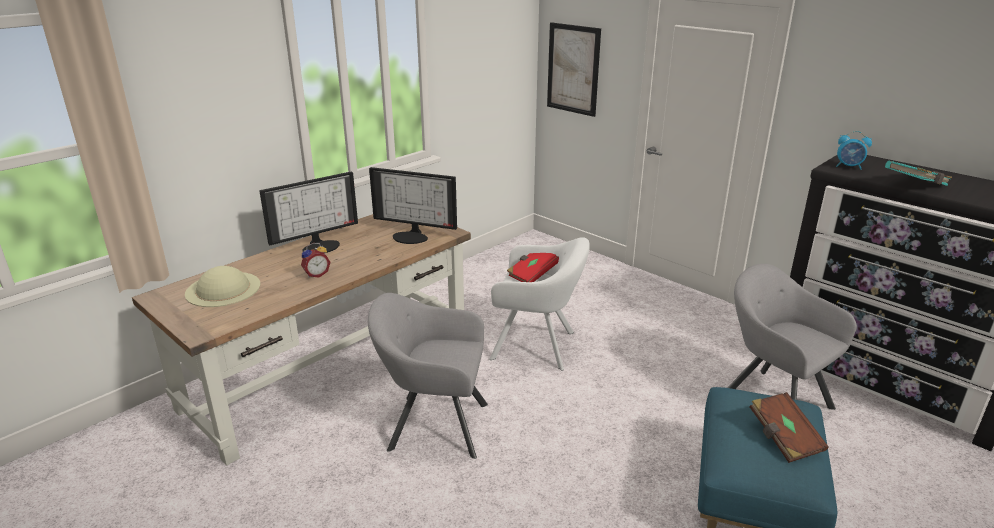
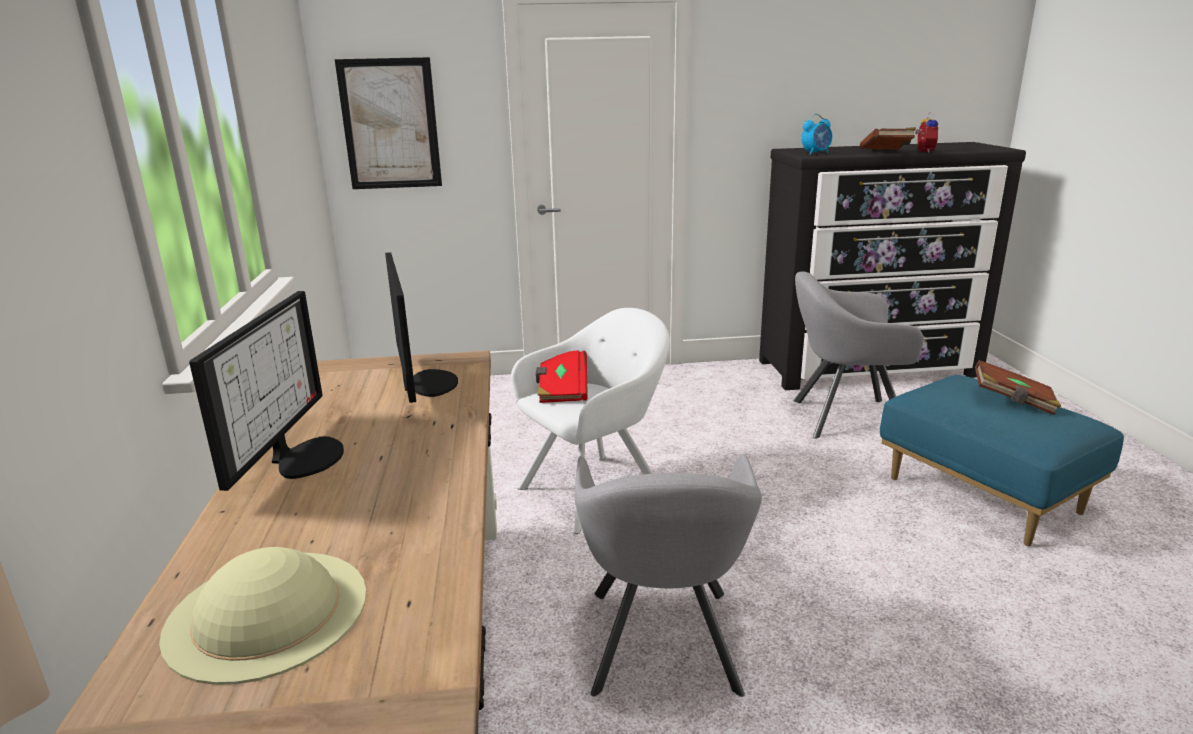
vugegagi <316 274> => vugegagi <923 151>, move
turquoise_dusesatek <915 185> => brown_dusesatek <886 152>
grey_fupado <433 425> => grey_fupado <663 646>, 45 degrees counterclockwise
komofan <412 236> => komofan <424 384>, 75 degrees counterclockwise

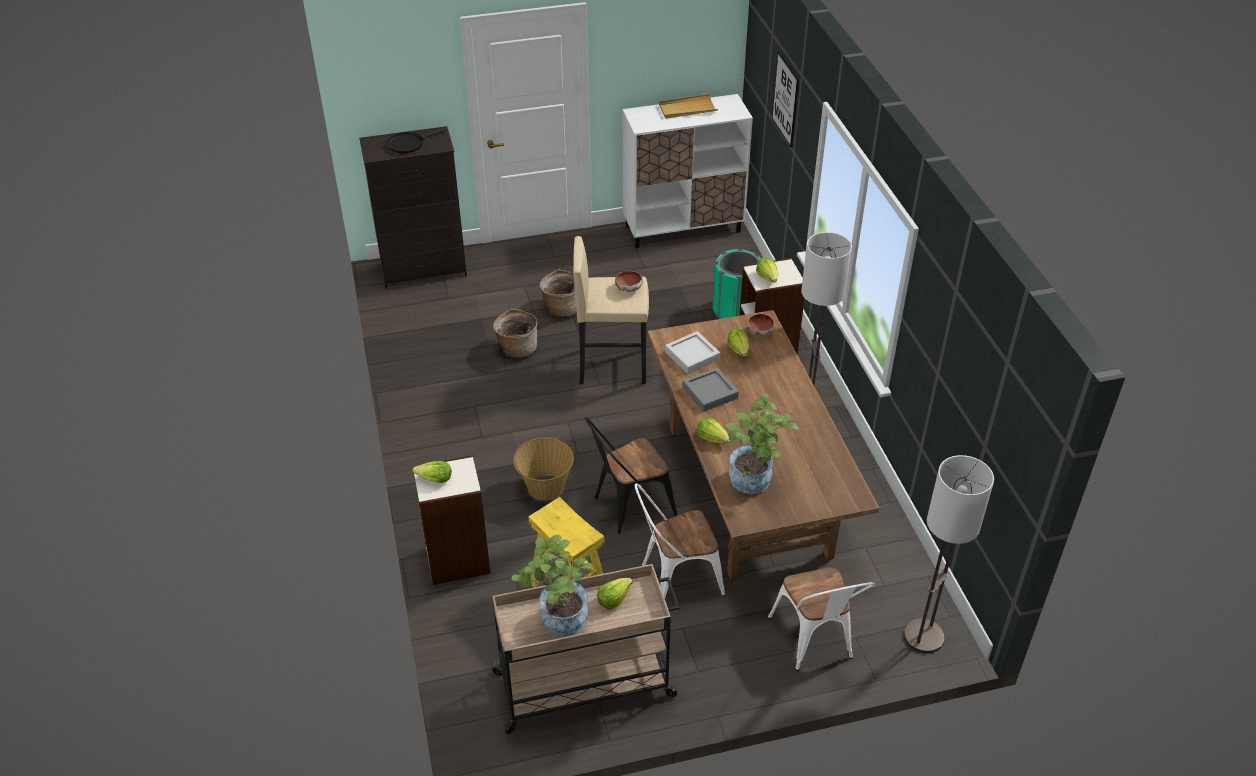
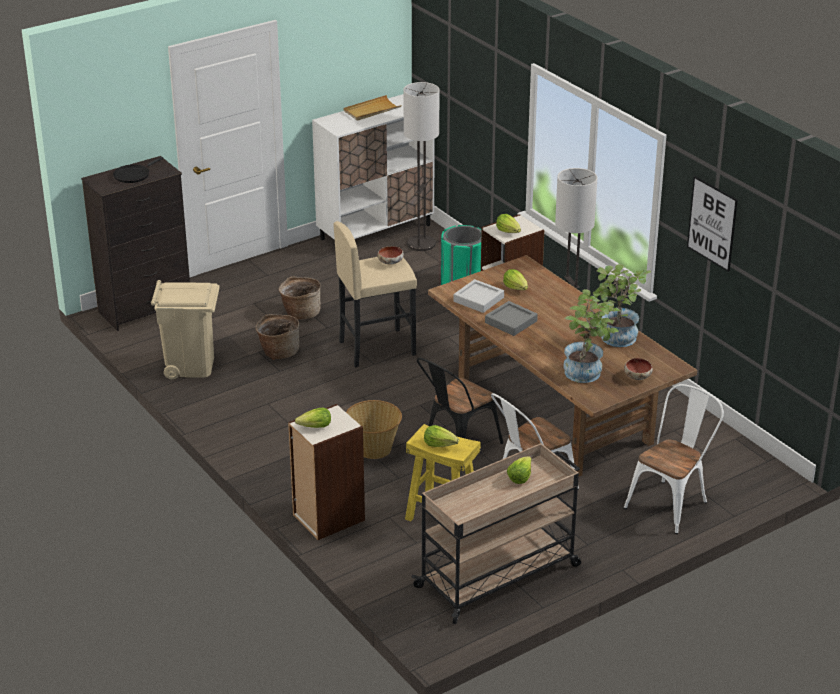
nothing => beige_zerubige <191 365>
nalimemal <558 621> => nalimemal <615 340>, move
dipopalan <712 438> => dipopalan <440 444>, move
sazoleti <759 332> => sazoleti <637 376>, move
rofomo <785 99> => rofomo <712 223>, move
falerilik <923 637> => falerilik <421 244>, move
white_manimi <814 642> => white_manimi <671 503>, 105 degrees counterclockwise

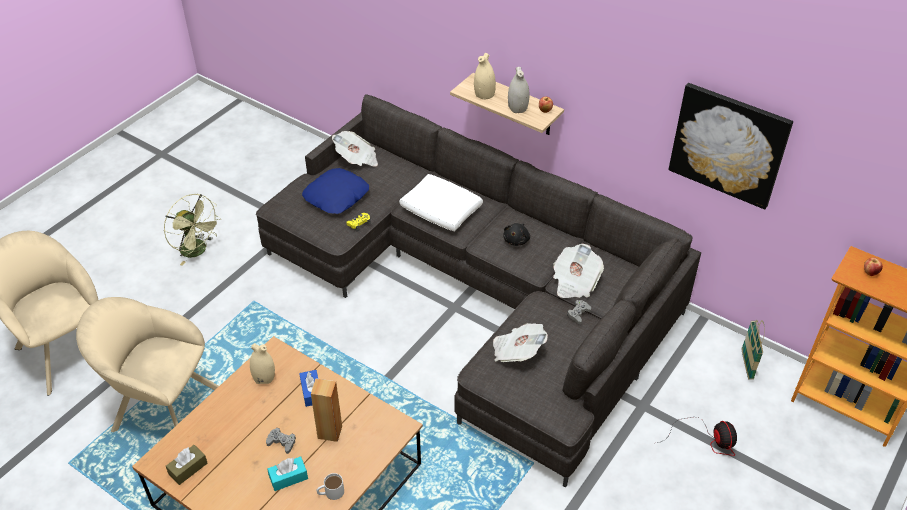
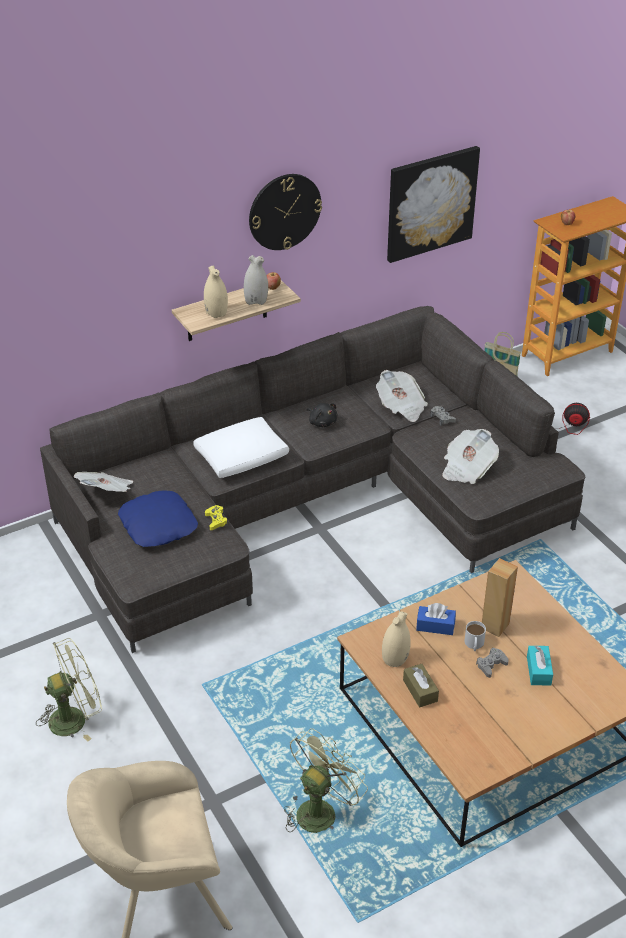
nothing => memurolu <284 211>
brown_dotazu <188 468> => brown_dotazu <420 690>, move
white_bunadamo <330 492> => white_bunadamo <474 644>, move
beige_fupado <162 408> => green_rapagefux <320 809>

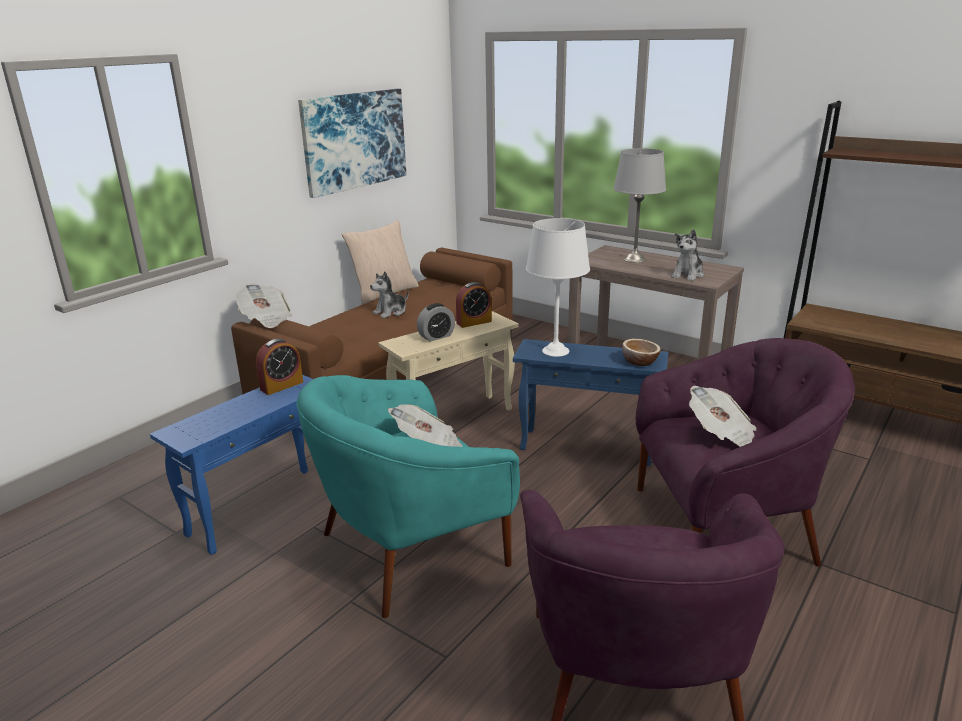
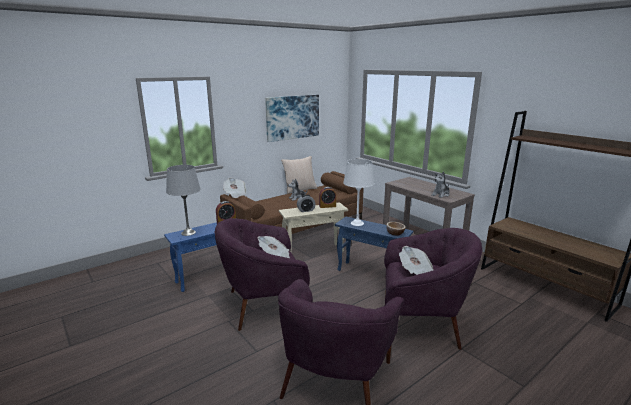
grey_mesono <634 259> => grey_mesono <188 233>, move
turquoise_fupado <411 548> => purple_fupado <265 304>

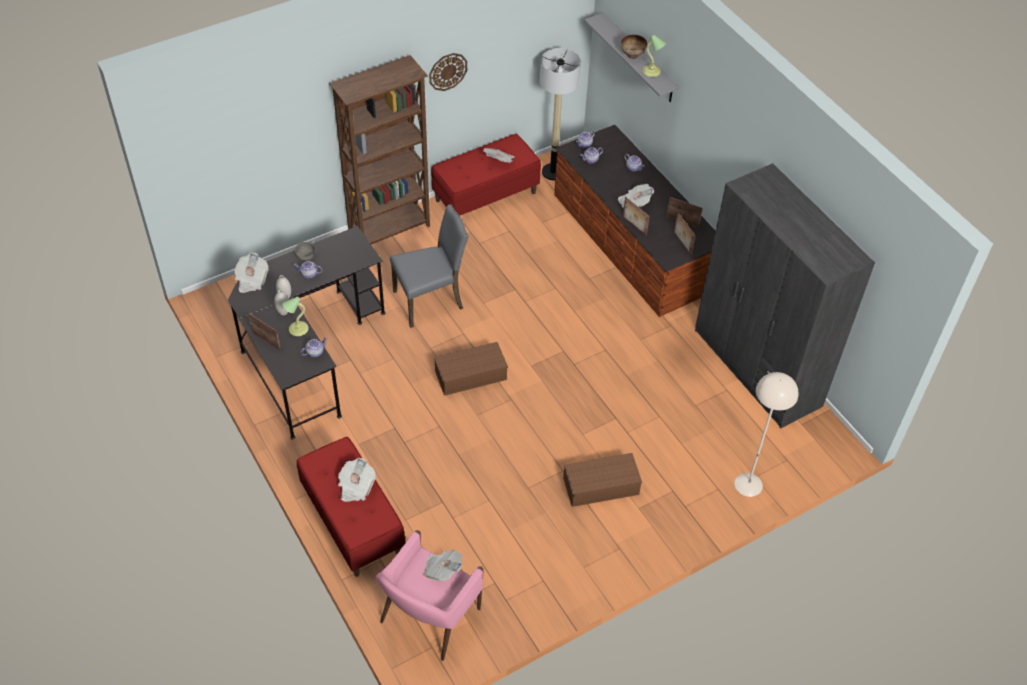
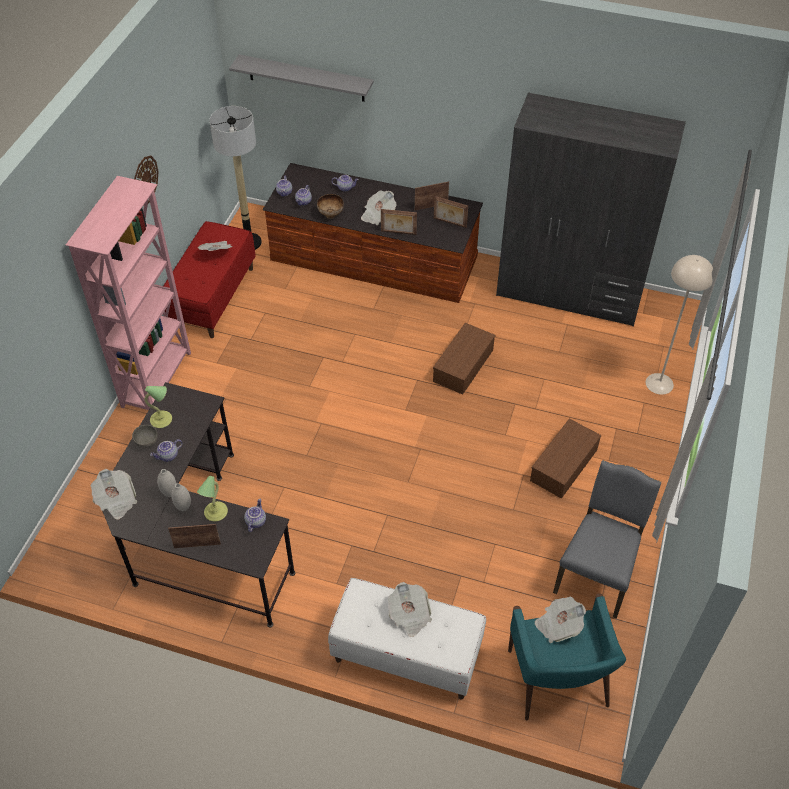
grey_manimi <430 300> => grey_manimi <597 574>, move
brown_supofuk <471 374> => brown_supofuk <463 364>, move
sazoleti <632 55> => sazoleti <331 215>, move
mesono <652 72> => mesono <162 420>, move
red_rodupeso <352 521> => white_rodupeso <406 655>
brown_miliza <390 230> => pink_miliza <158 379>
pink_fupado <429 617> => turquoise_fupado <558 680>

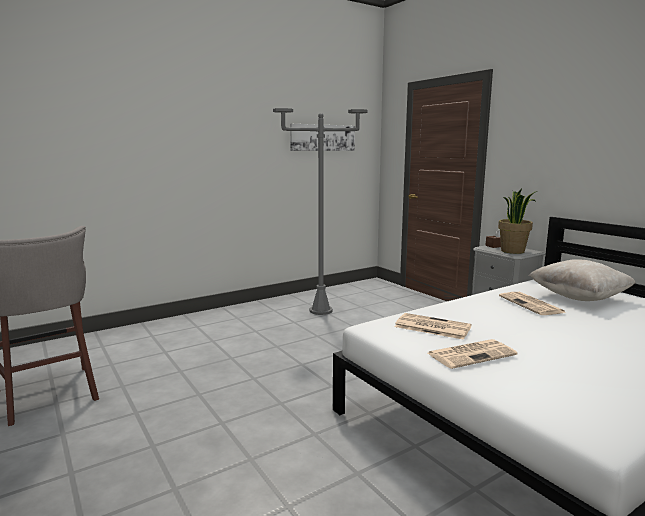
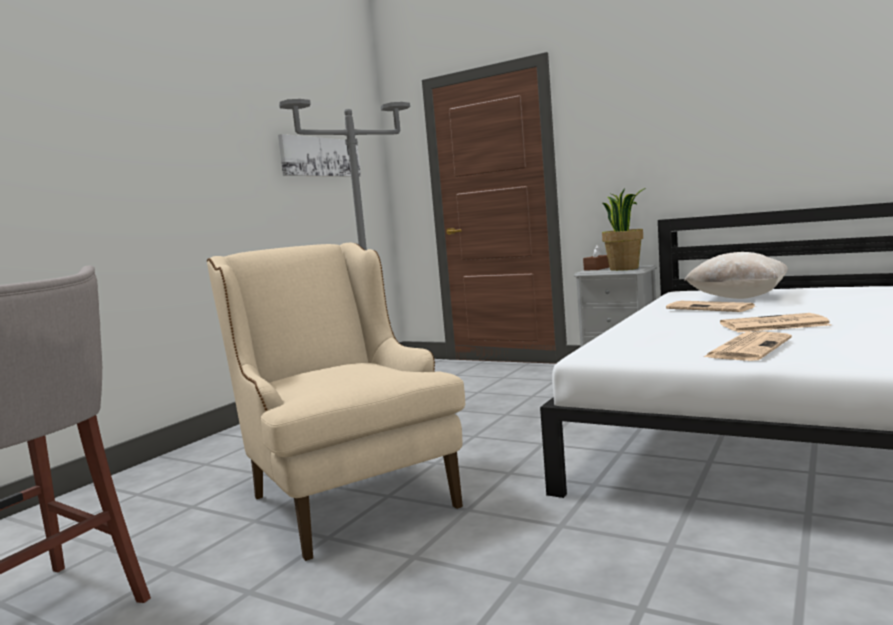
nothing => beige_fupado <344 493>
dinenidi <431 327> => dinenidi <772 325>, move

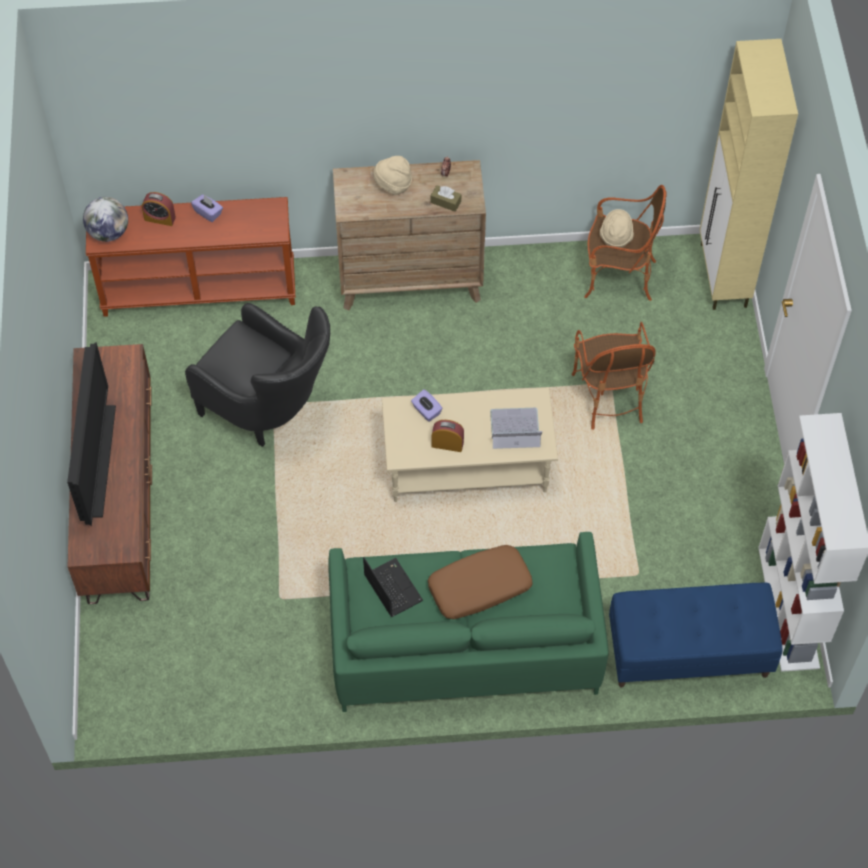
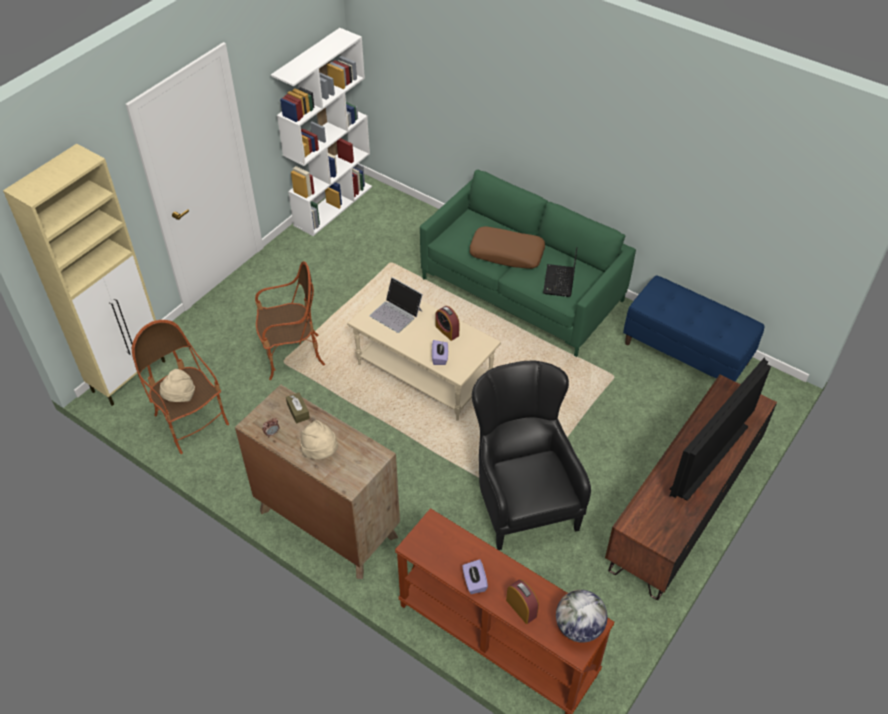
blue_rodupeso <688 653> => blue_rodupeso <686 353>, move
fupado <608 396> => fupado <292 356>, 45 degrees clockwise

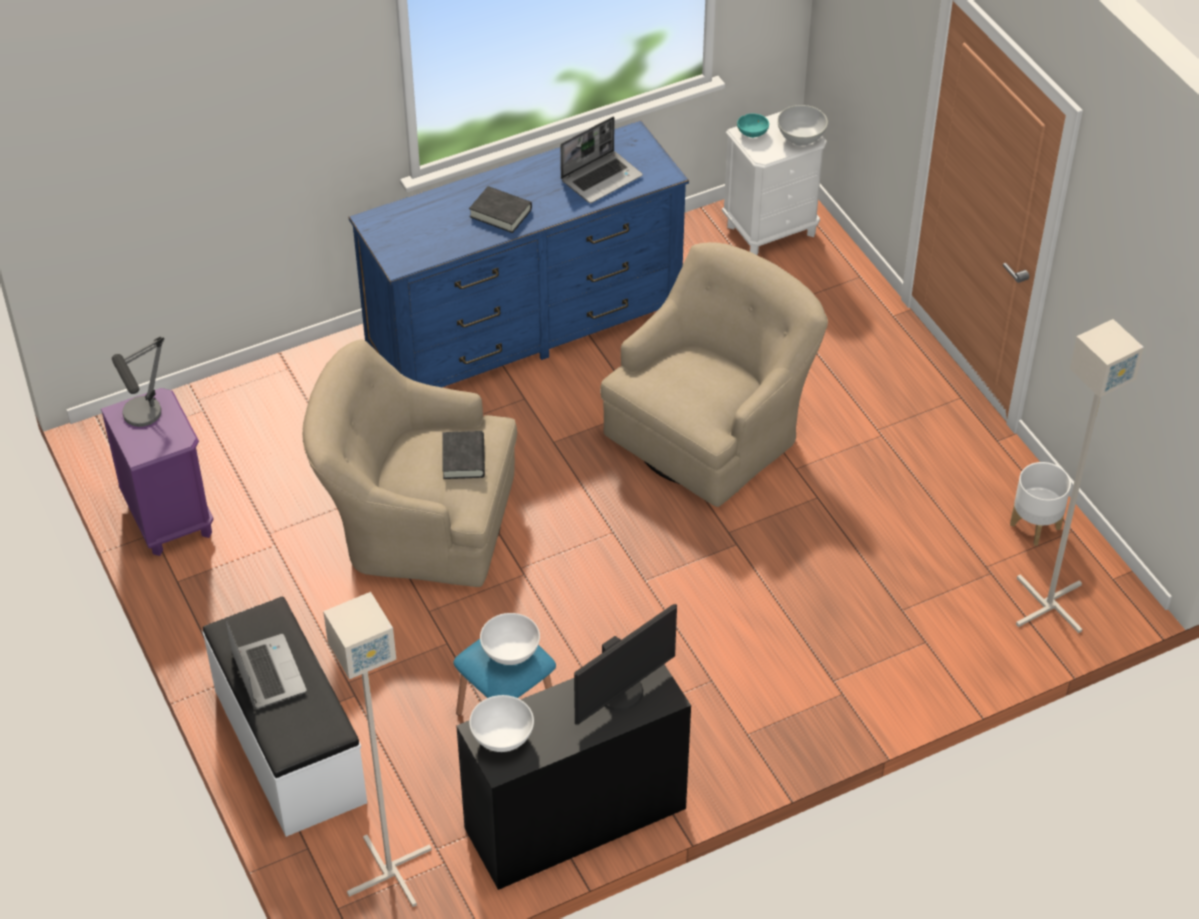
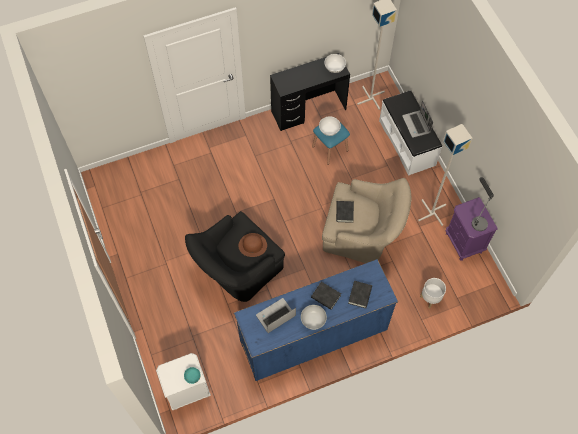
komofan <621 693> => nothing
nothing => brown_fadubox <252 245>
nothing => black_dusesatek <360 295>
white_sazoleti <801 138> => white_sazoleti <313 320>, move
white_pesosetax <1035 526> => white_pesosetax <430 298>, move
grey_falerilik <1048 605> => grey_falerilik <432 212>, move
beige_fupado <712 429> => black_fupado <236 270>

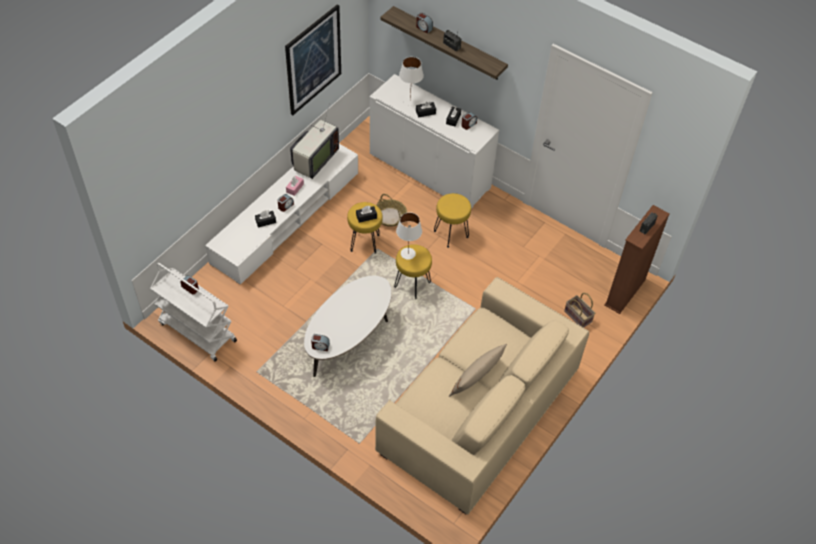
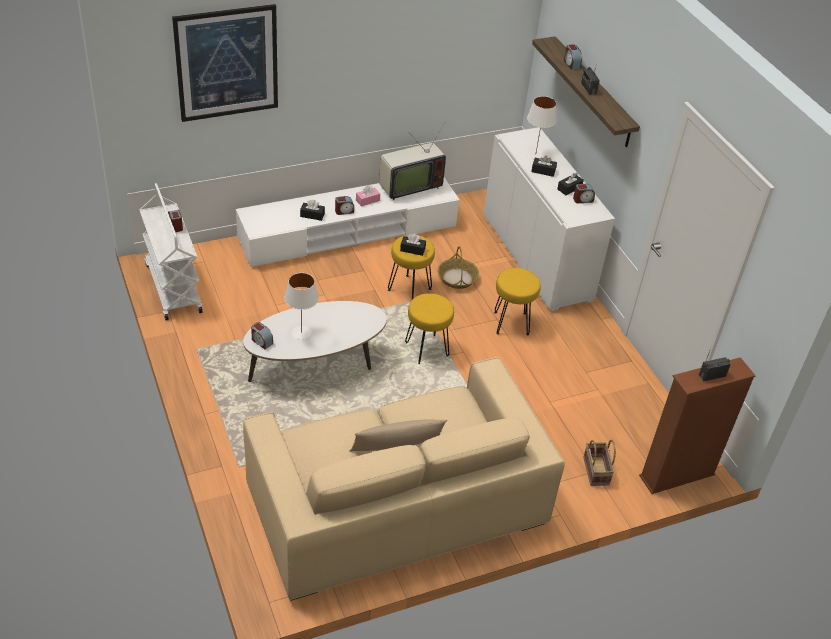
rofomo <313 60> => rofomo <227 63>, move
white_mesono <407 253> => white_mesono <301 332>, move

